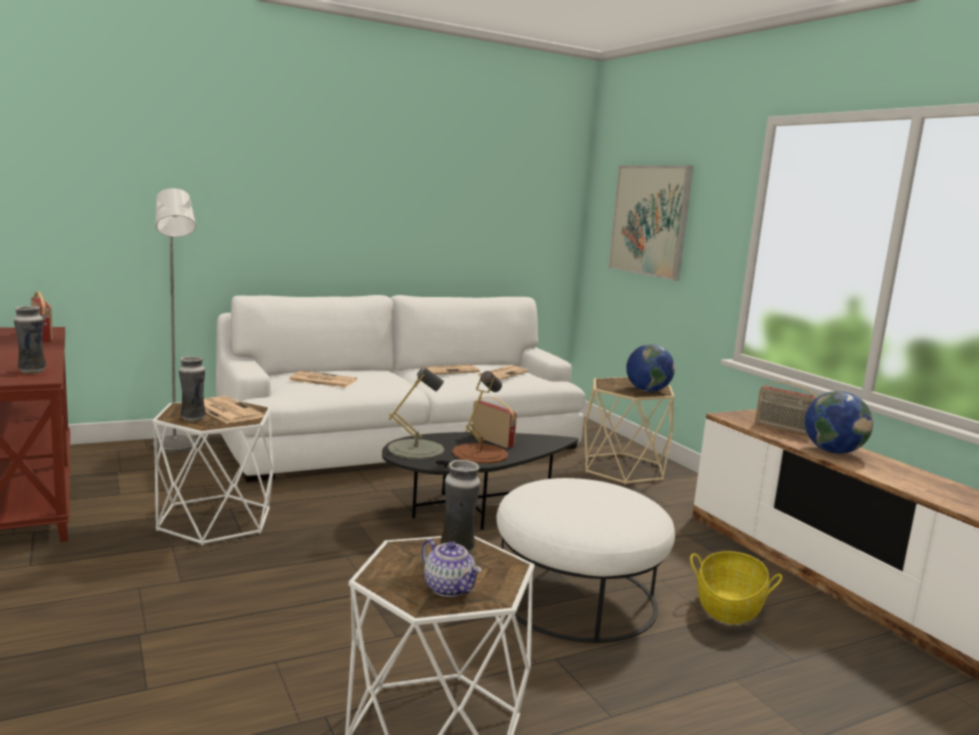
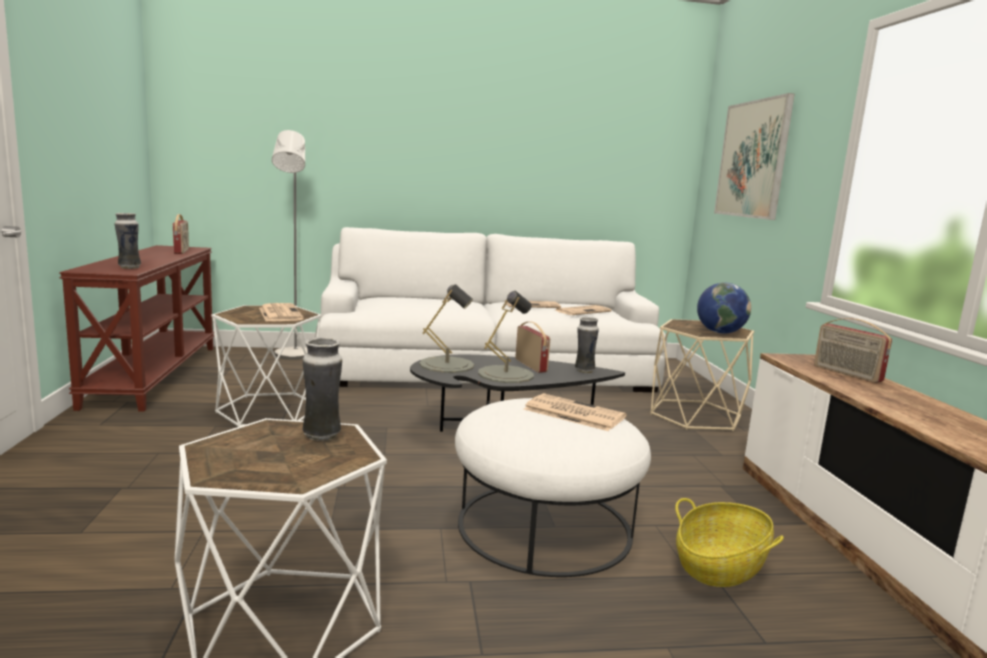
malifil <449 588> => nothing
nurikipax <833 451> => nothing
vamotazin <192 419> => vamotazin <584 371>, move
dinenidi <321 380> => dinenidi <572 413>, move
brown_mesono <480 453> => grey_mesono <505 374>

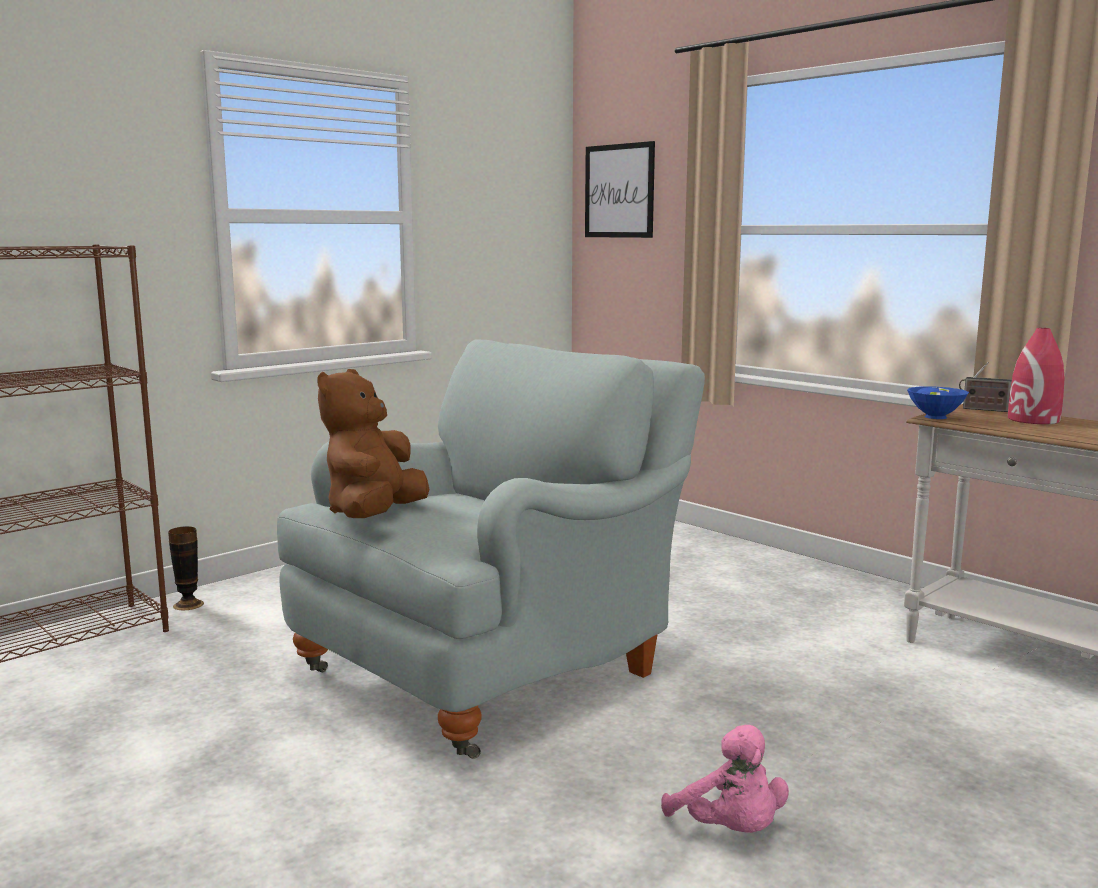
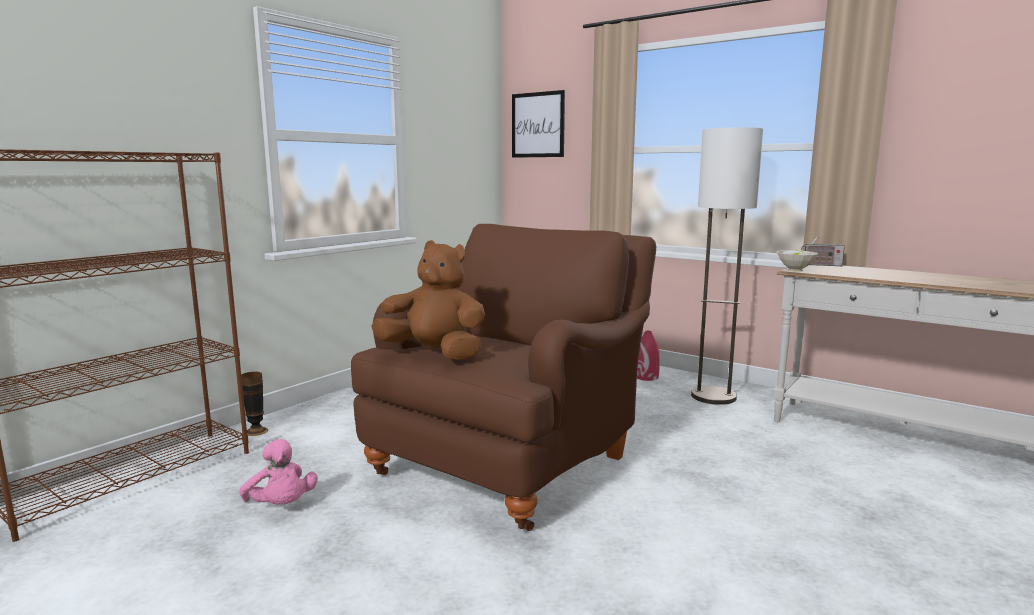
nothing => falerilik <713 396>
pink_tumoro <730 830> => pink_tumoro <281 506>, move
red_vamotazin <1033 420> => red_vamotazin <646 377>, move
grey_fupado <494 668> => brown_fupado <511 461>
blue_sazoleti <936 417> => white_sazoleti <795 270>
brown_tumoro <374 515> => brown_tumoro <434 354>, 105 degrees clockwise

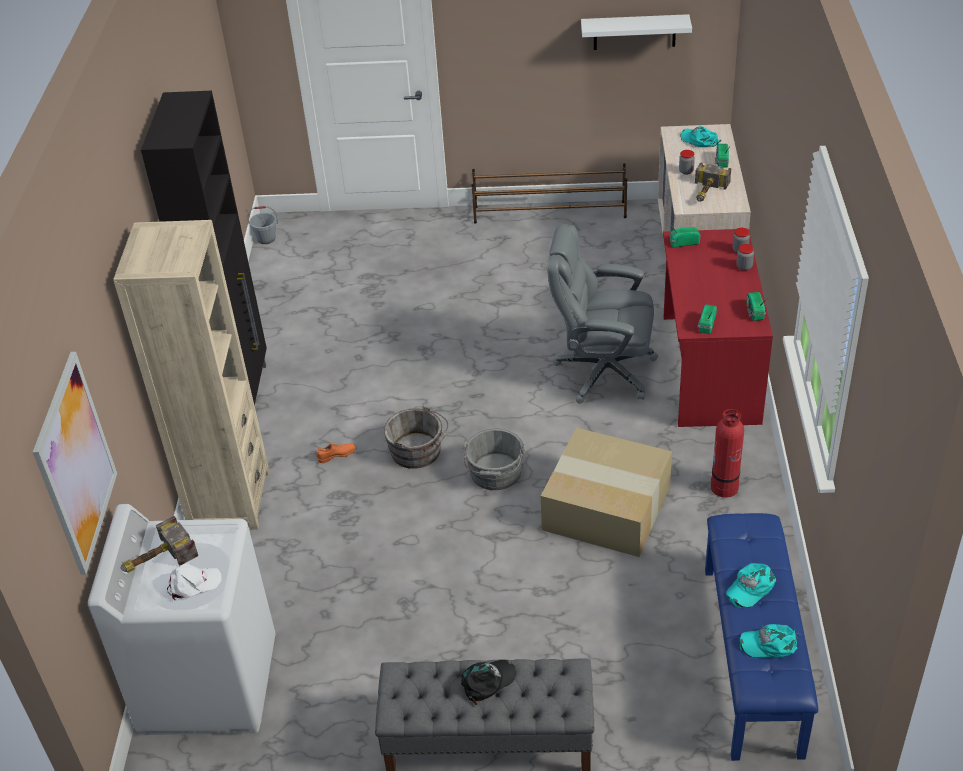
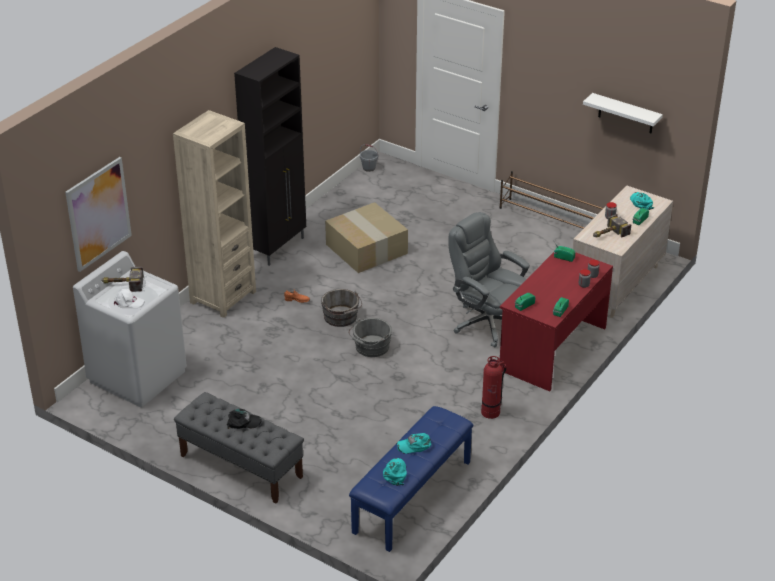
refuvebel <604 508> => refuvebel <365 248>, move
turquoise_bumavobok <769 644> => turquoise_bumavobok <395 473>, 60 degrees clockwise

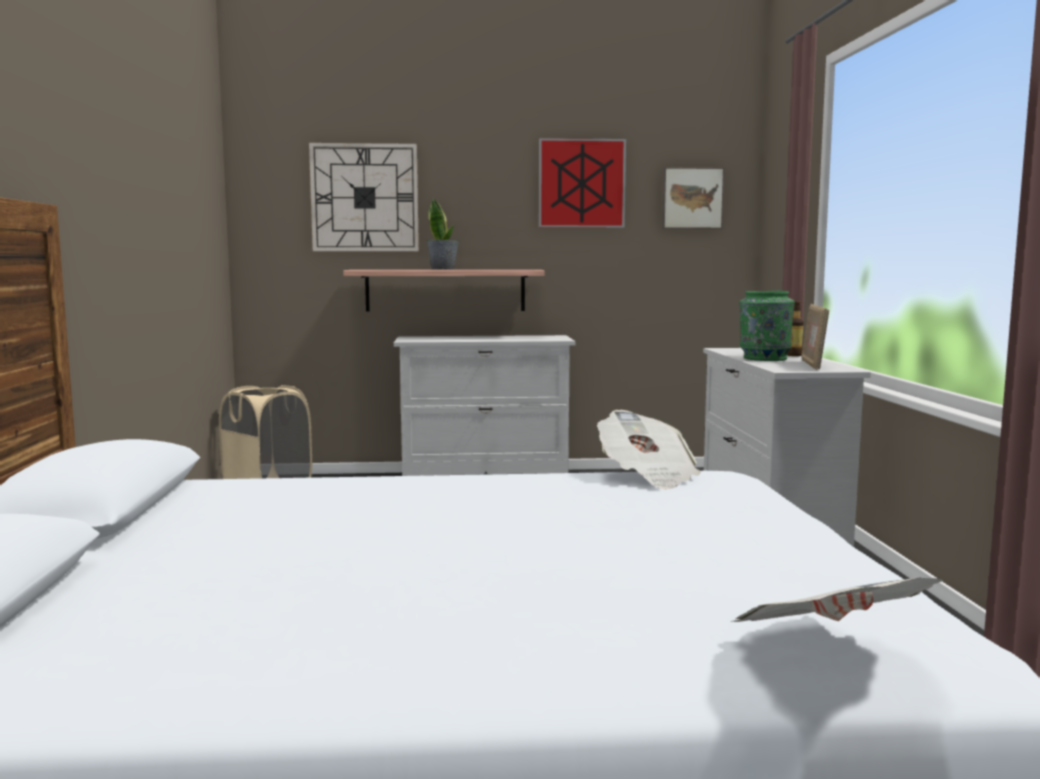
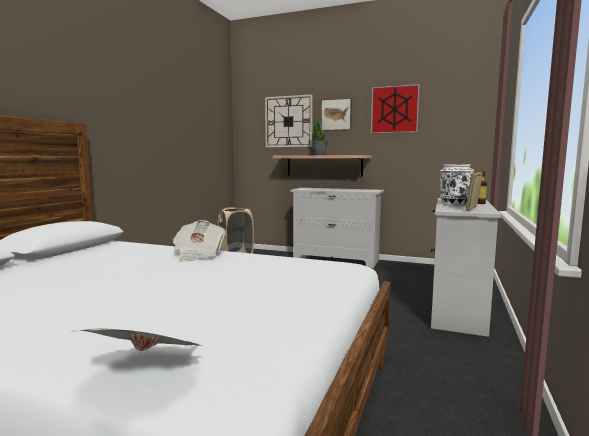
dinenidi <647 476> => dinenidi <198 255>, move
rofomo <691 198> => rofomo <336 114>, move
green_vamotazin <764 358> => white_vamotazin <454 204>

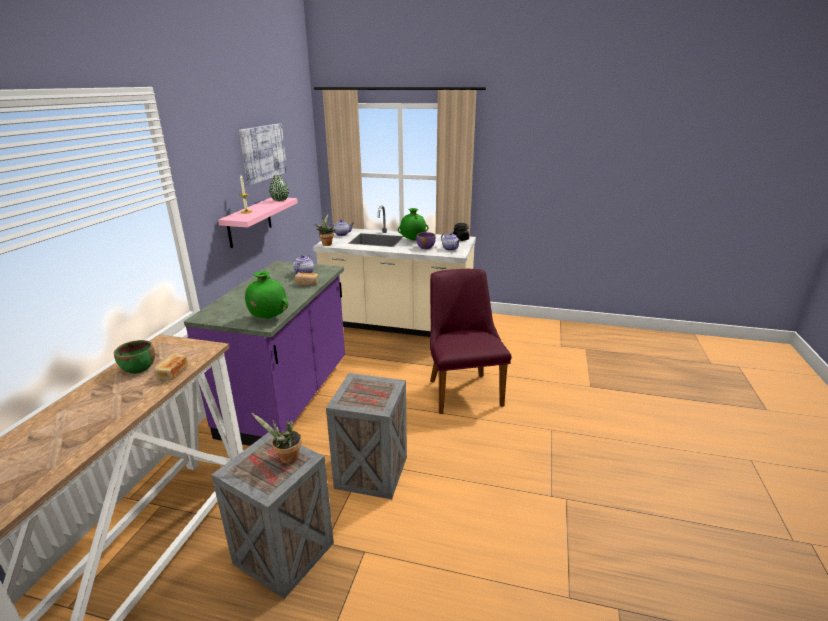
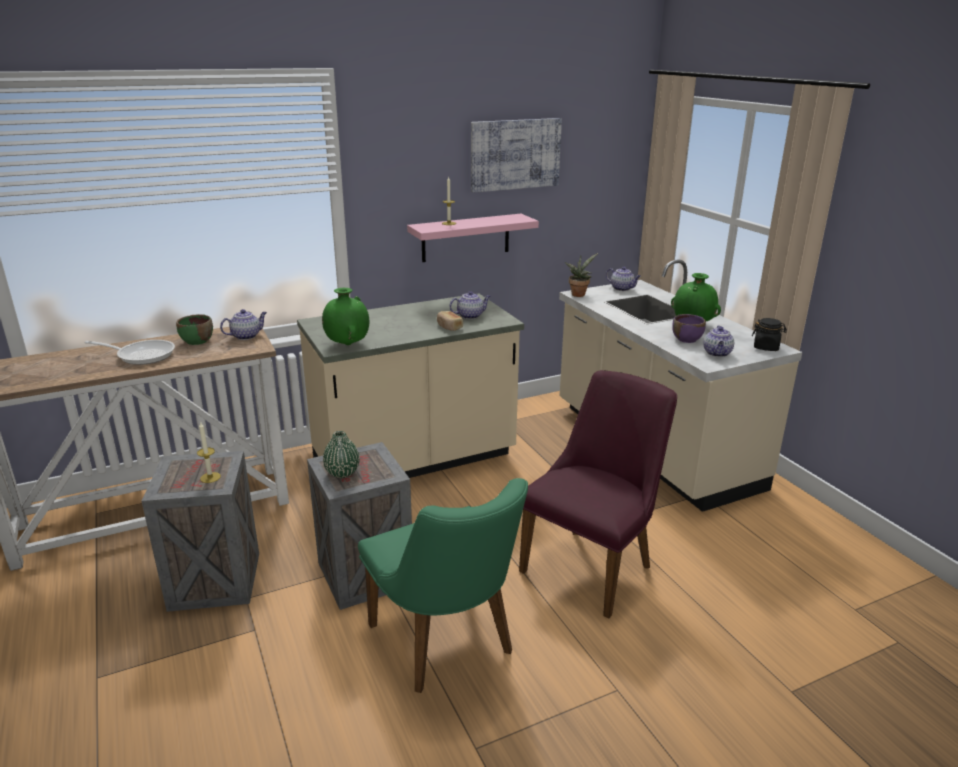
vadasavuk <171 373> => nothing
nothing => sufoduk <142 355>
nothing => malifil <246 336>
nothing => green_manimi <448 646>
green_vamotazin <280 200> => green_vamotazin <342 472>, move
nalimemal <286 458> => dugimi <210 477>
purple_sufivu <288 398> => beige_sufivu <415 461>

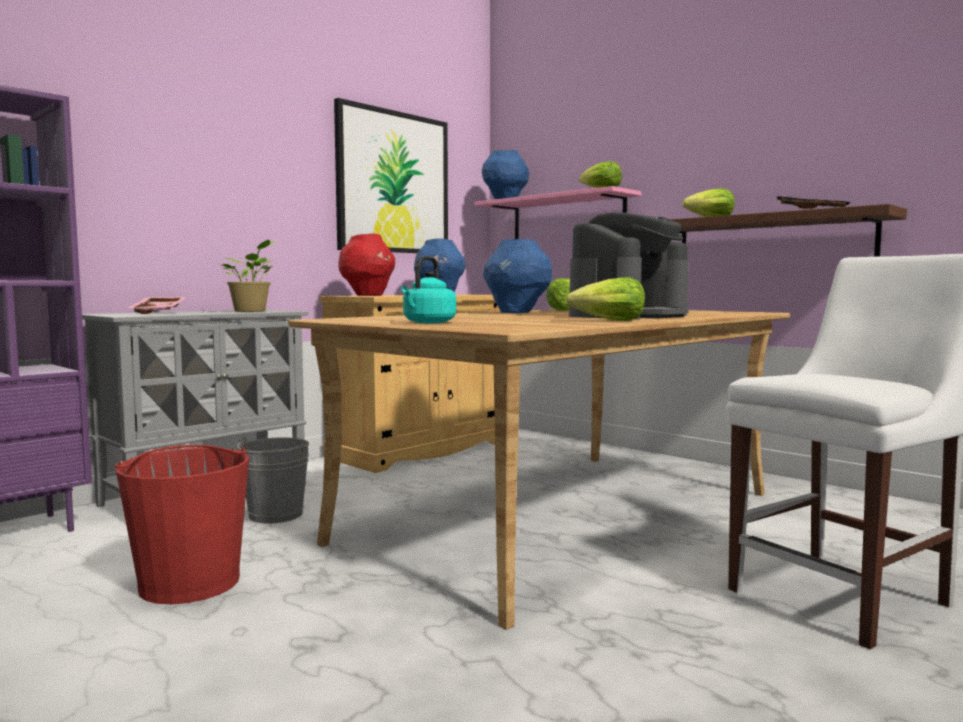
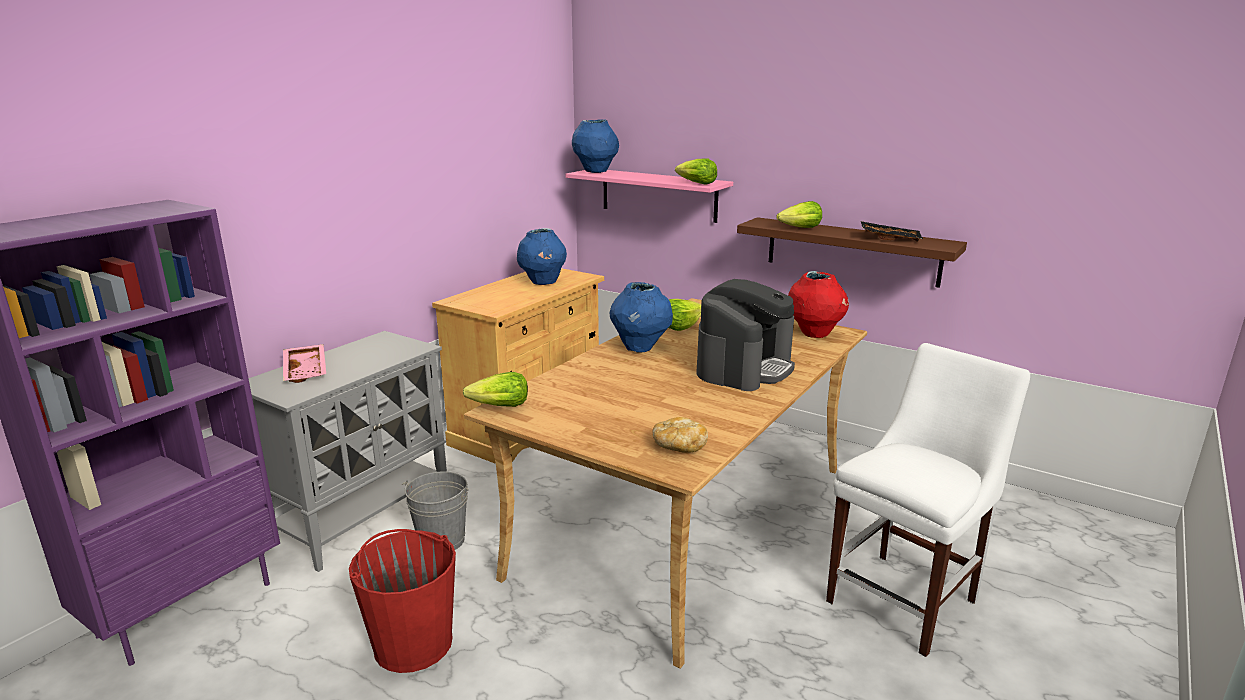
nalimemal <251 311> => nothing
rofomo <393 183> => nothing
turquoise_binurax <428 322> => nothing
nothing => vadasavuk <678 447>
red_vamotazin <368 295> => red_vamotazin <814 334>, move
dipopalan <609 321> => dipopalan <500 406>, move

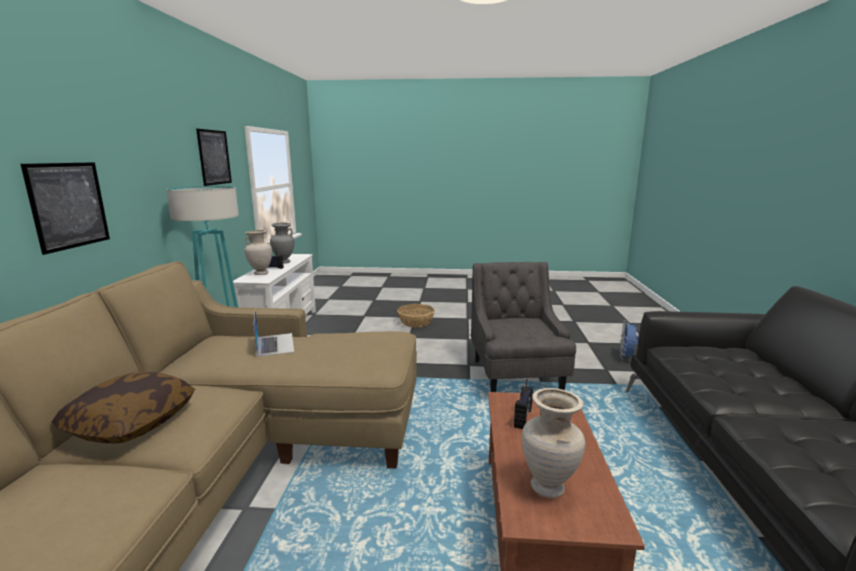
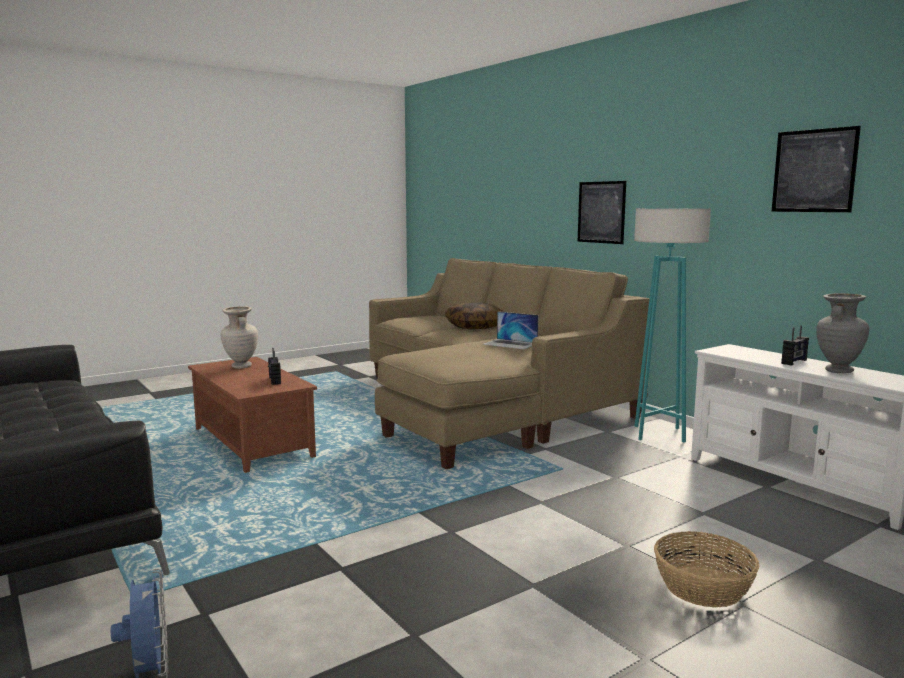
beige_vamotazin <261 273> => nothing
grey_fupado <516 378> => nothing

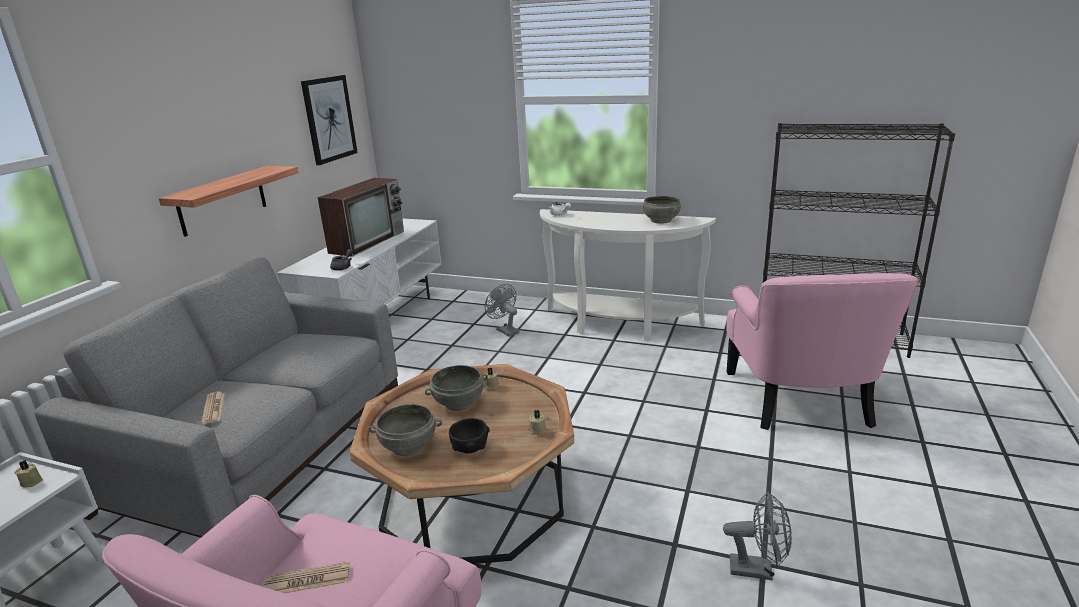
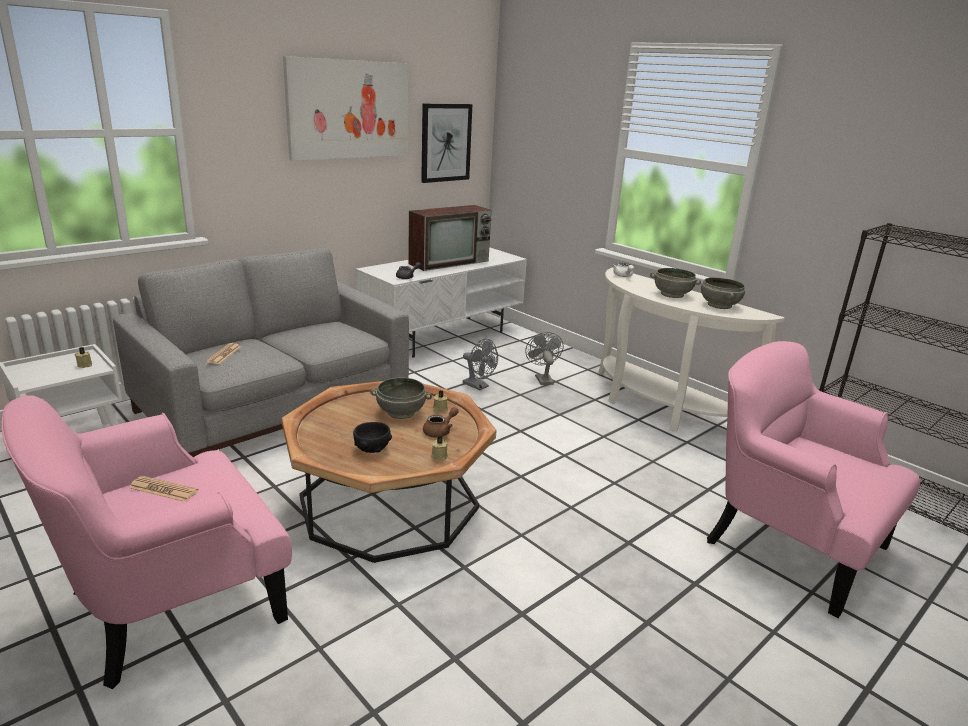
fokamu <222 200> => nothing
nothing => rofomo <349 109>
nothing => brown_malifil <440 431>
grey_sazoleti <408 447> => grey_sazoleti <672 294>, move
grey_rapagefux <758 570> => grey_rapagefux <478 386>, move
pink_fupado <801 399> => pink_fupado <789 543>, 105 degrees clockwise

